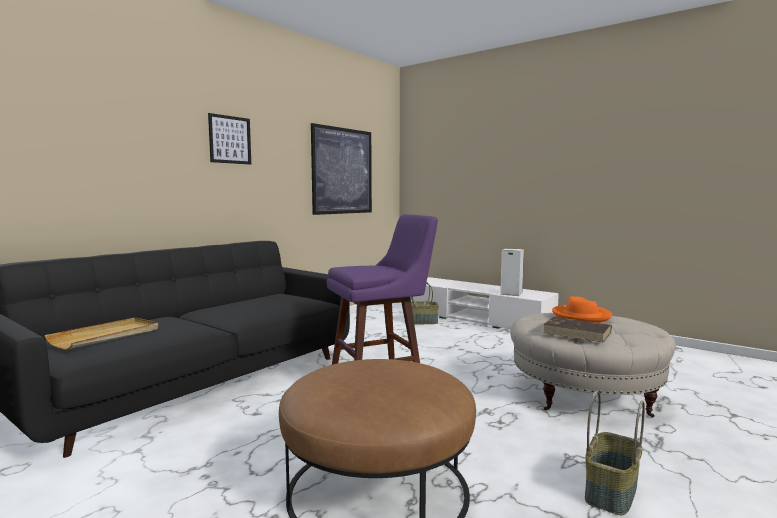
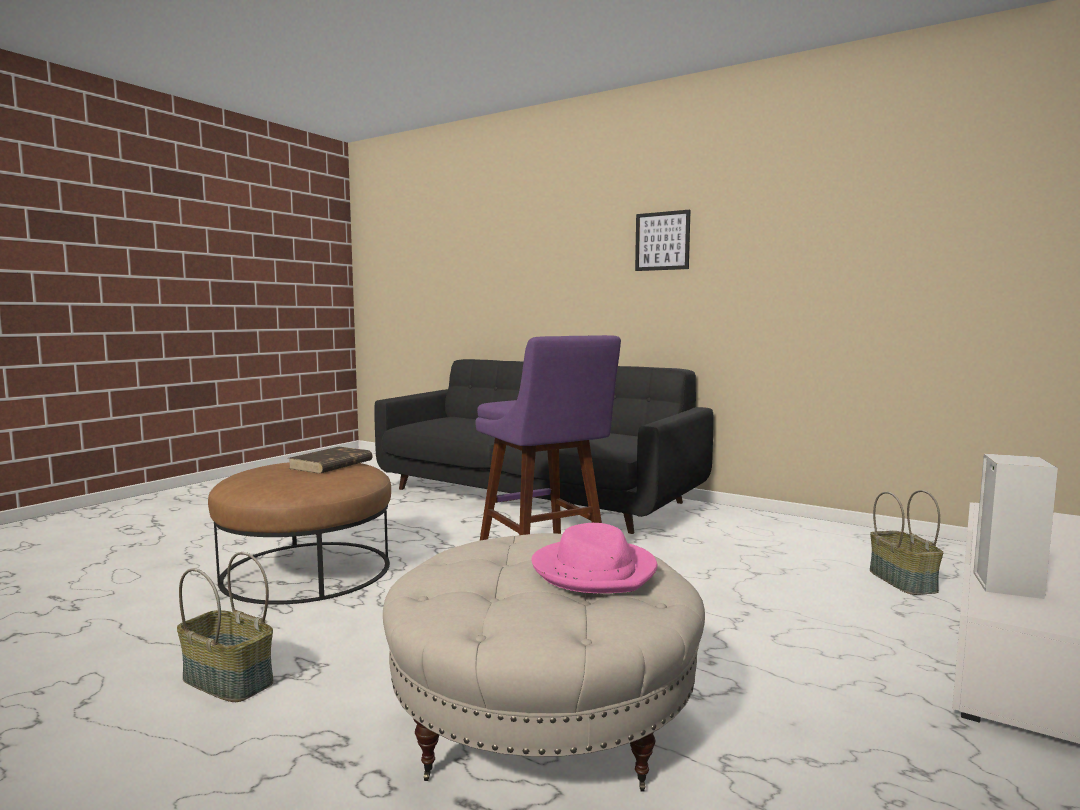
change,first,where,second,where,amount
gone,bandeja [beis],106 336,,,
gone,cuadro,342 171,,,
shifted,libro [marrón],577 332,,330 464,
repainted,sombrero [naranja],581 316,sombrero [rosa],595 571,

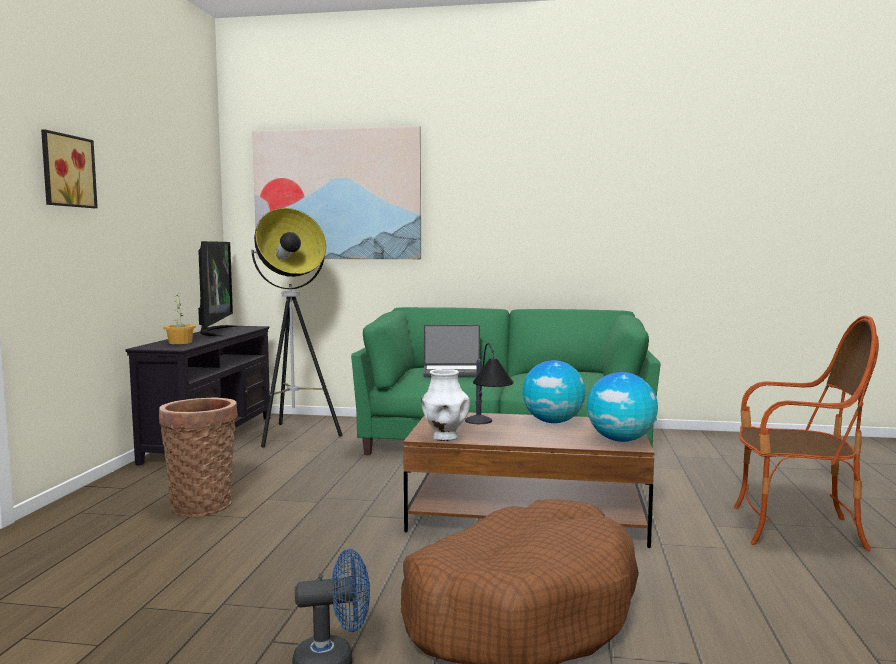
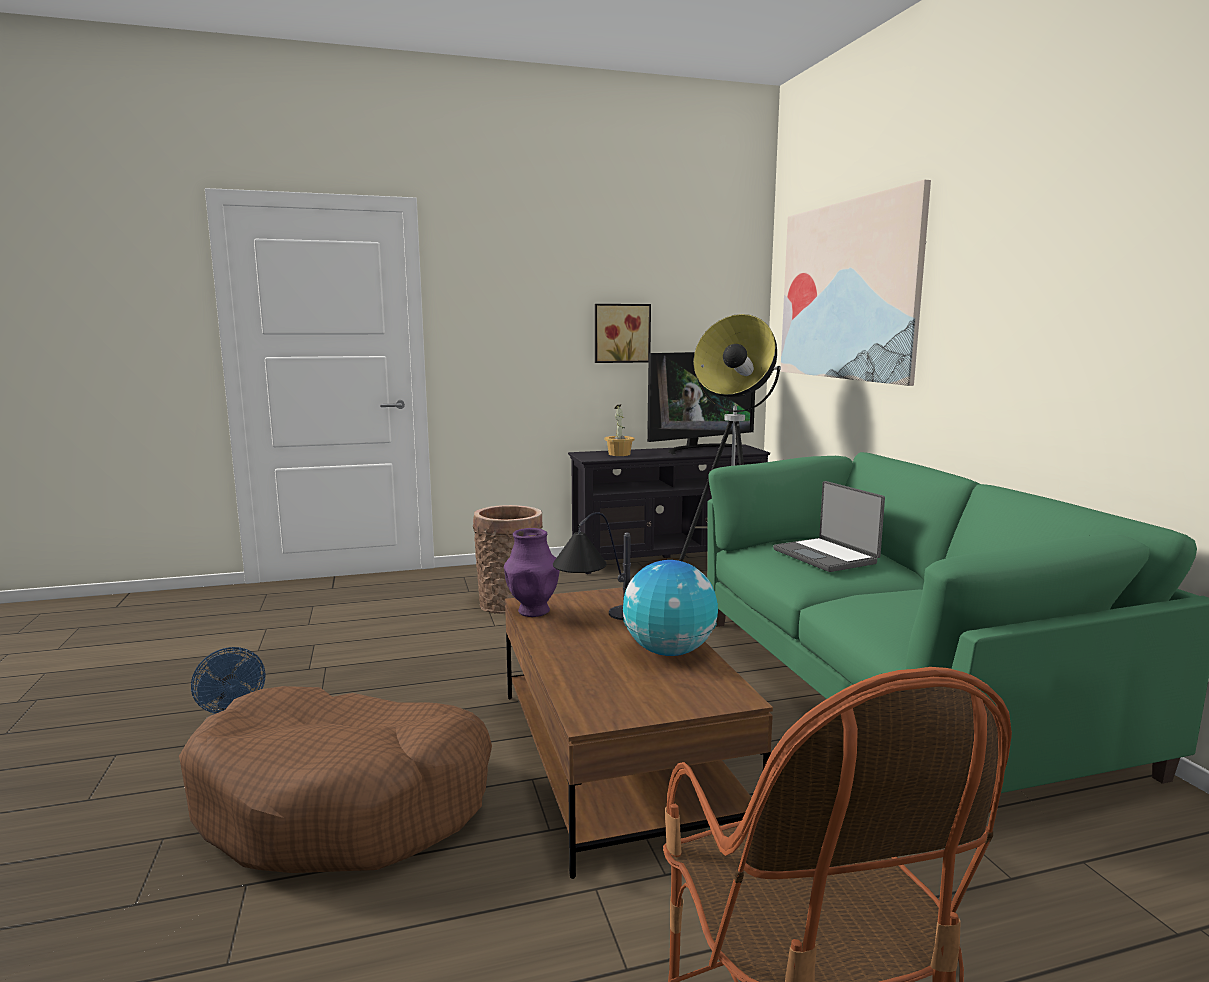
change,first,where,second,where,amount
gone,globo terráqueo,621 440,,,
shifted,cuadro,66 171,,621 333,
repainted,florero [blanco],445 437,florero [morado],532 611,

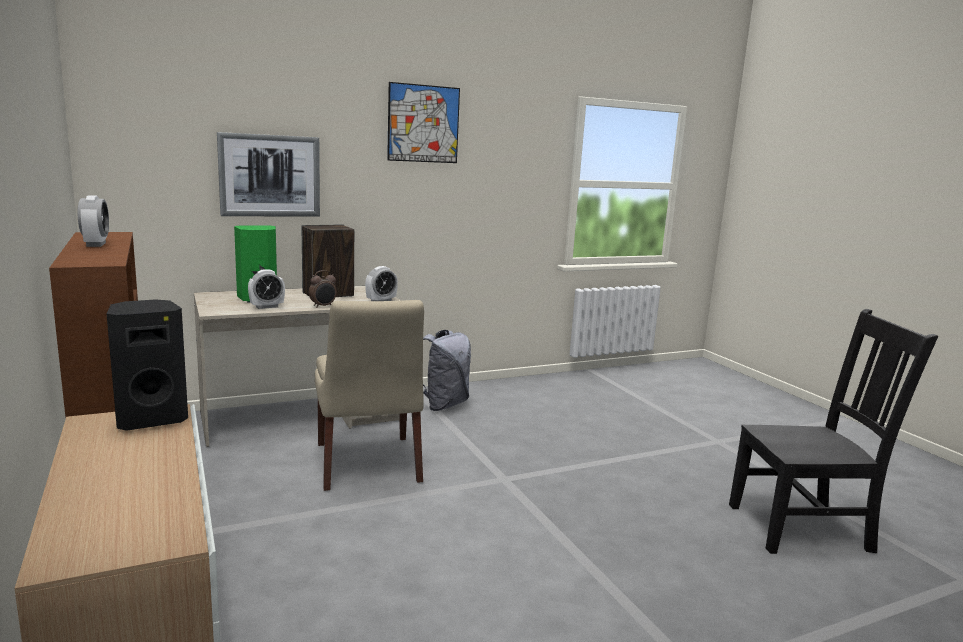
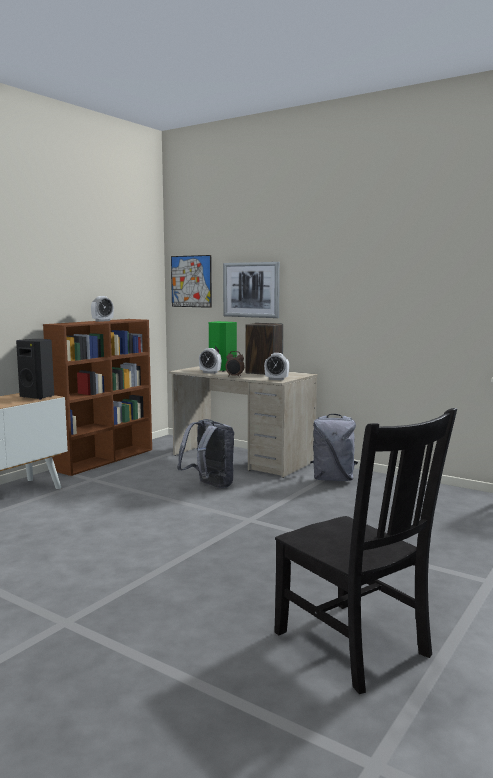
change,first,where,second,where,amount
shifted,cuadro,423 124,,191 281,
swapped,silla [beis],368 464,mochila [gris],209 486,

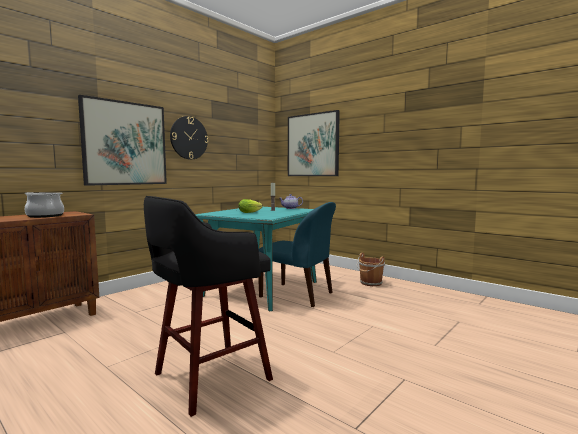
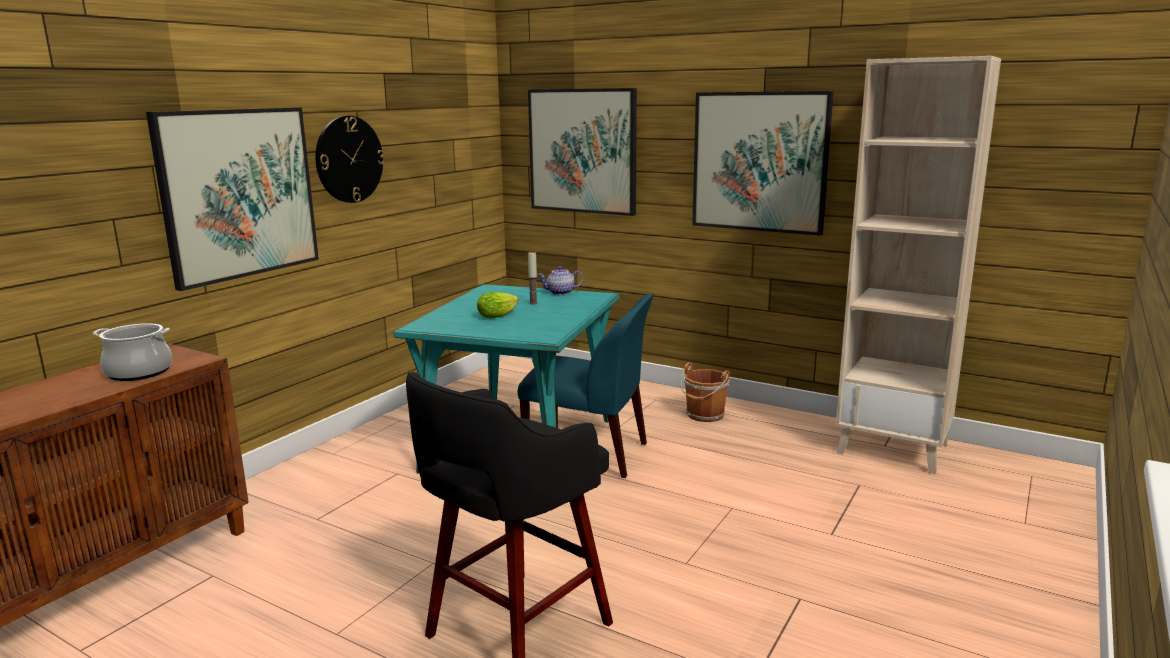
change,first,where,second,where,amount
new,,,cuadro,759 162,
new,,,estantería [beis],893 448,

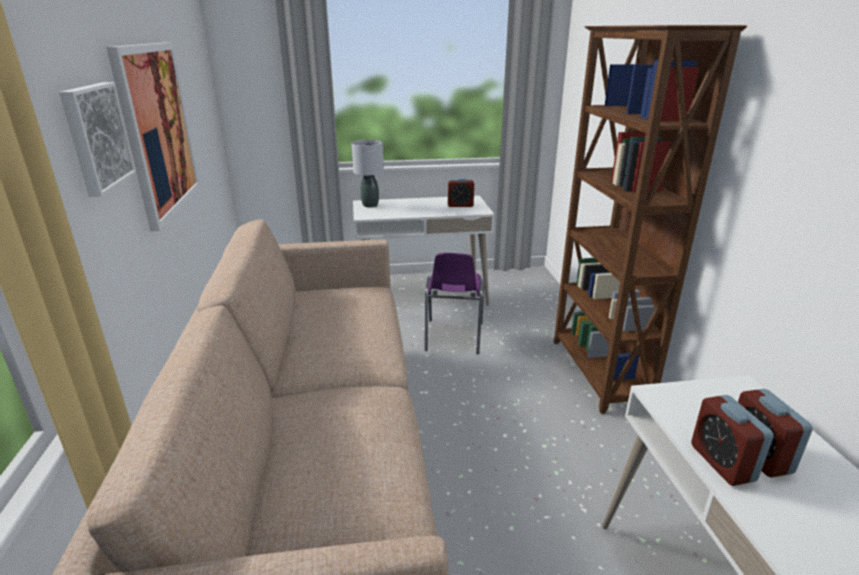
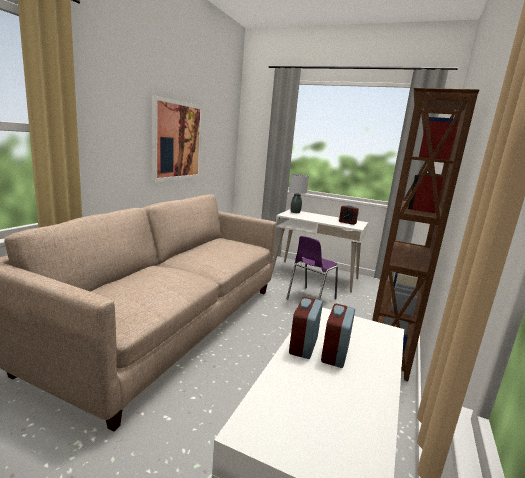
change,first,where,second,where,amount
gone,cuadro,95 137,,,

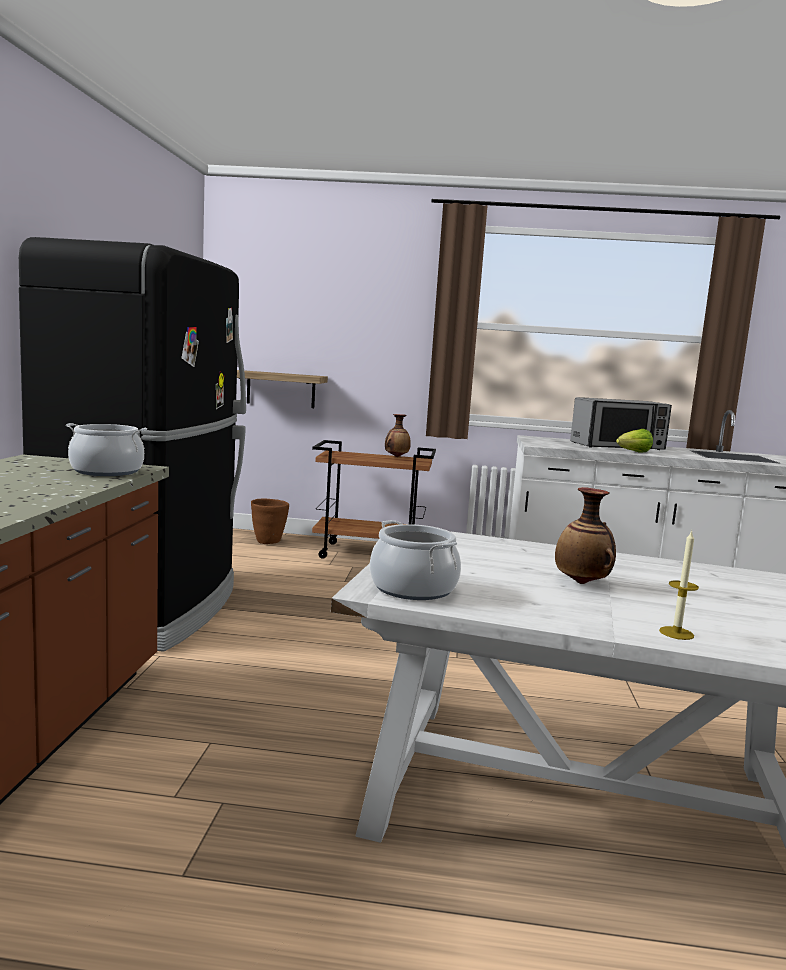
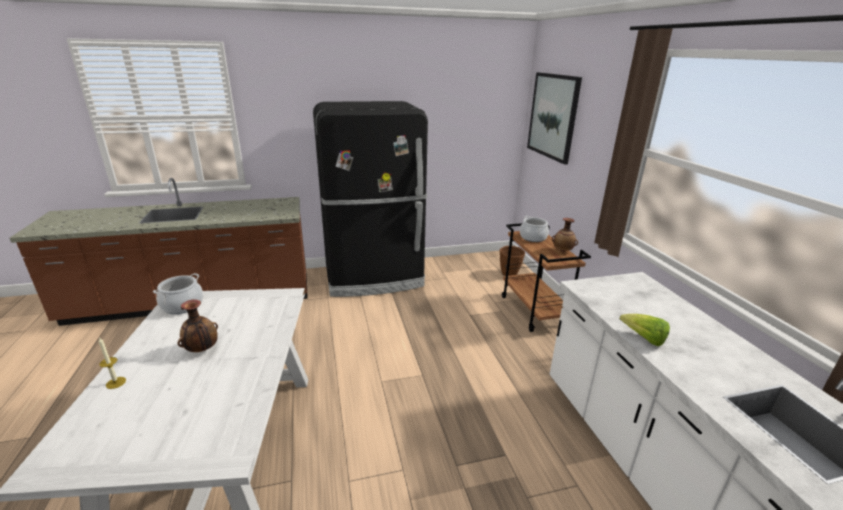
change,first,where,second,where,amount
gone,estante,281 389,,,
gone,microondas,618 446,,,
new,,,cuadro,553 116,
shifted,olla,107 471,,533 237,

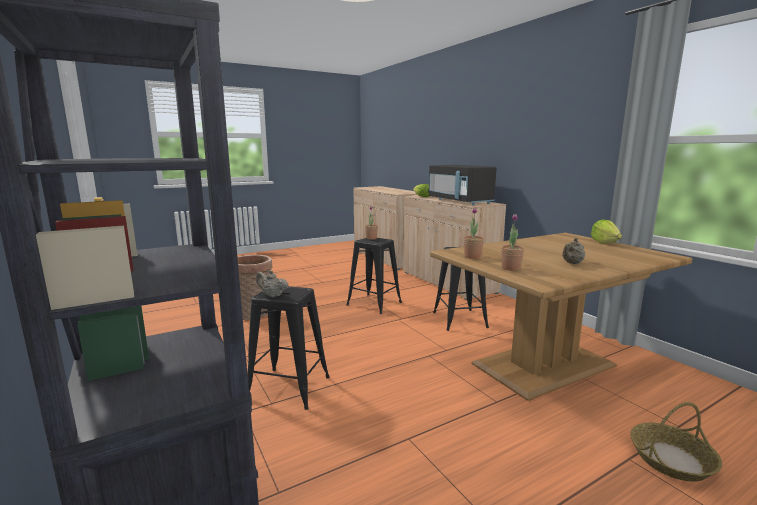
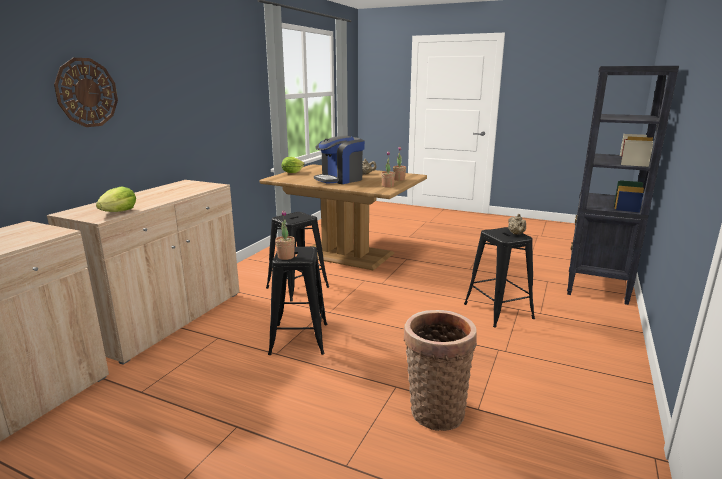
change,first,where,second,where,amount
gone,microondas [negro],460 201,,,
gone,cesta,671 459,,,
new,,,reloj de pared,86 92,
new,,,cafetera,340 179,

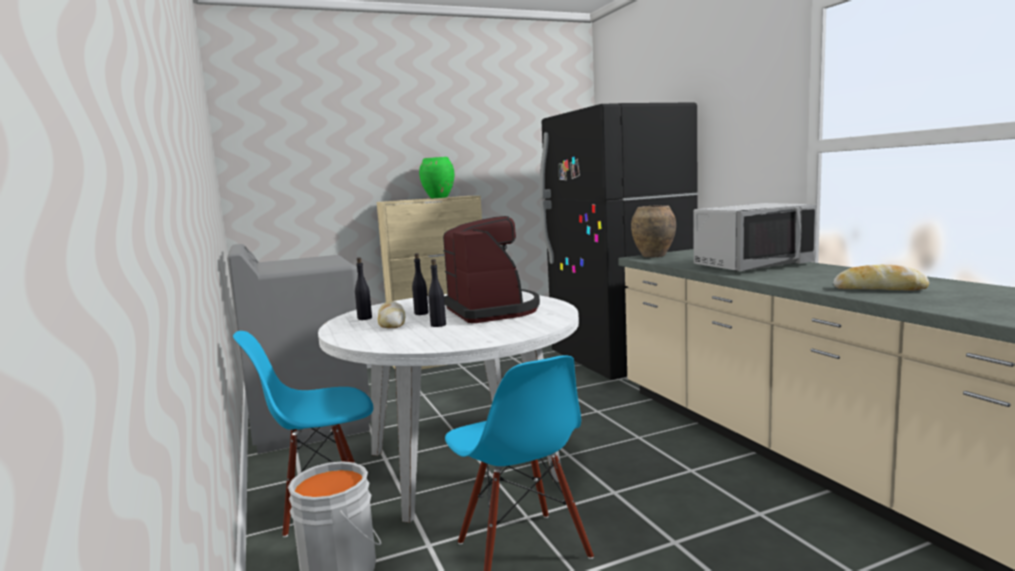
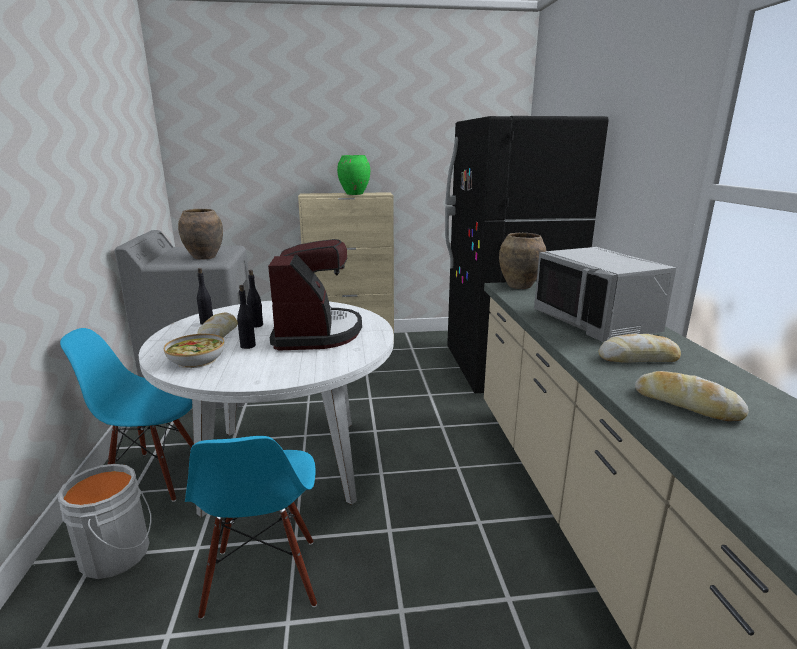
change,first,where,second,where,amount
new,,,cuenco,197 360,
new,,,florero [marrón],205 257,
new,,,pan,638 358,
rotated,microondas [gris],751 265,,596 322,75 degrees clockwise

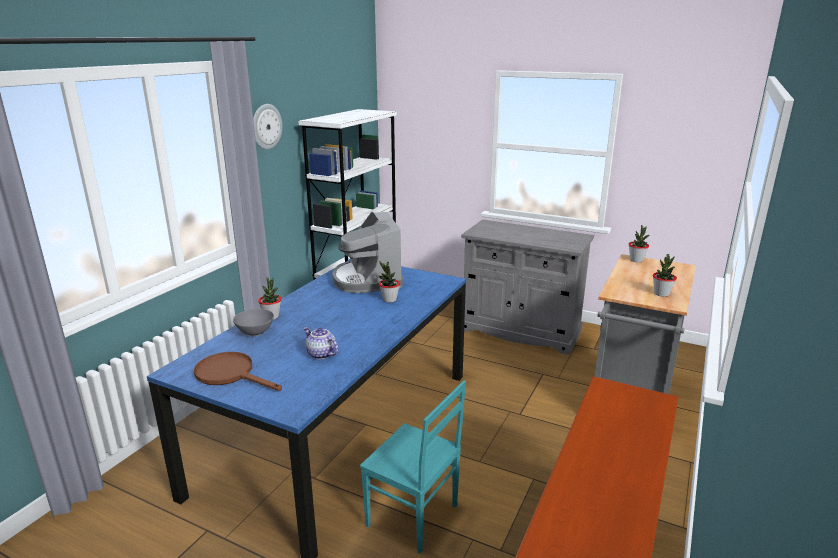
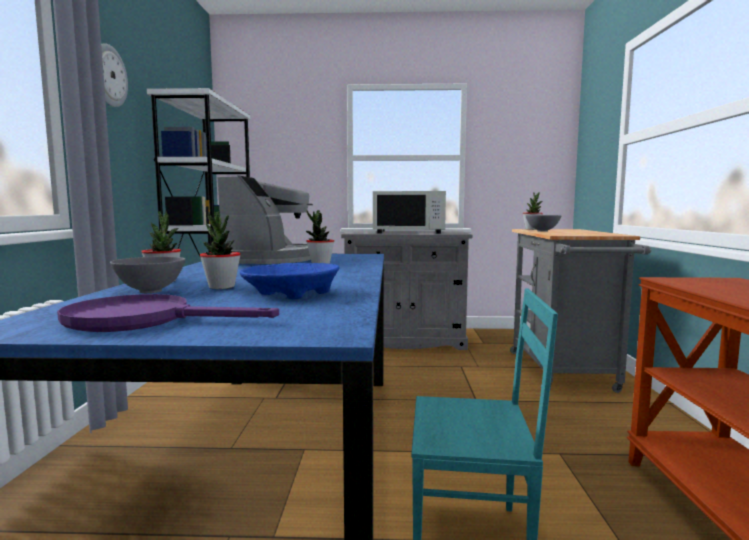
change,first,where,second,where,amount
new,,,microondas [blanco],409 232,
new,,,cuenco [gris],542 231,
shifted,planta en maceta,661 294,,221 287,
swapped,tetera,320 354,cuenco [azul],290 293,
repainted,sartén [marrón],231 374,sartén [morado],145 320,
rotated,cafetera,368 279,,271 259,135 degrees counterclockwise

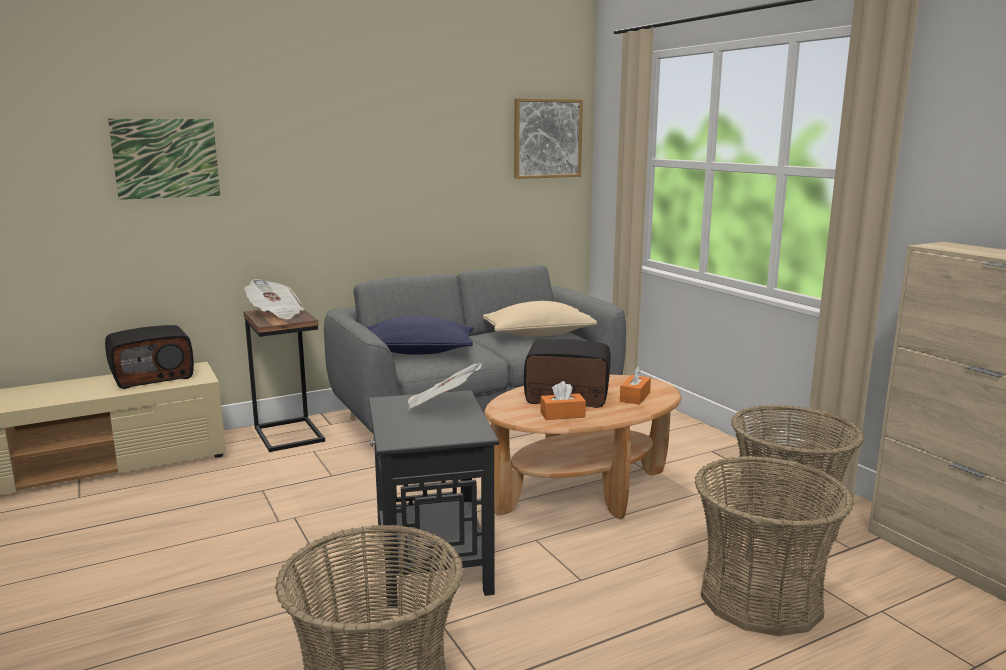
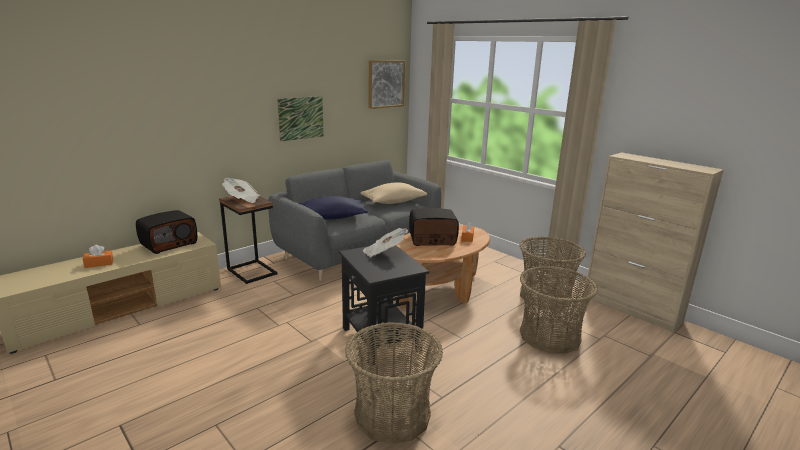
change,first,where,second,where,amount
shifted,cuadro,166 158,,301 118,
shifted,caja de pañuelos [naranja],562 415,,99 263,

